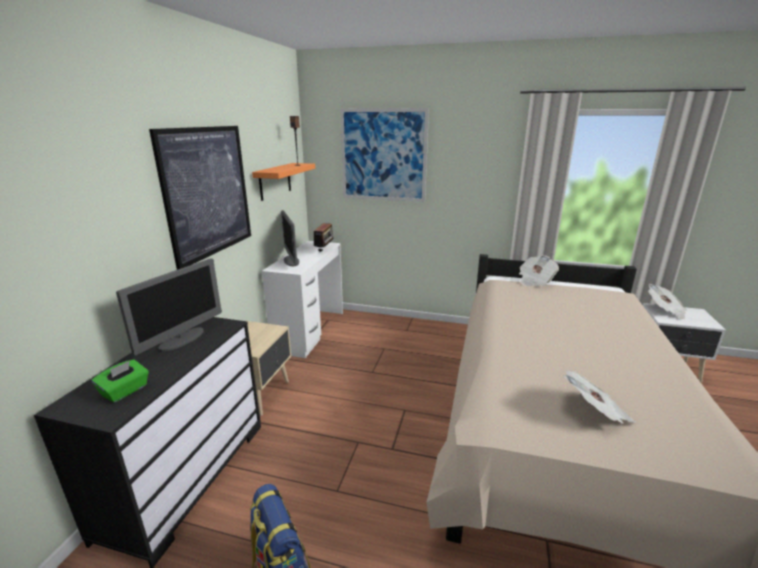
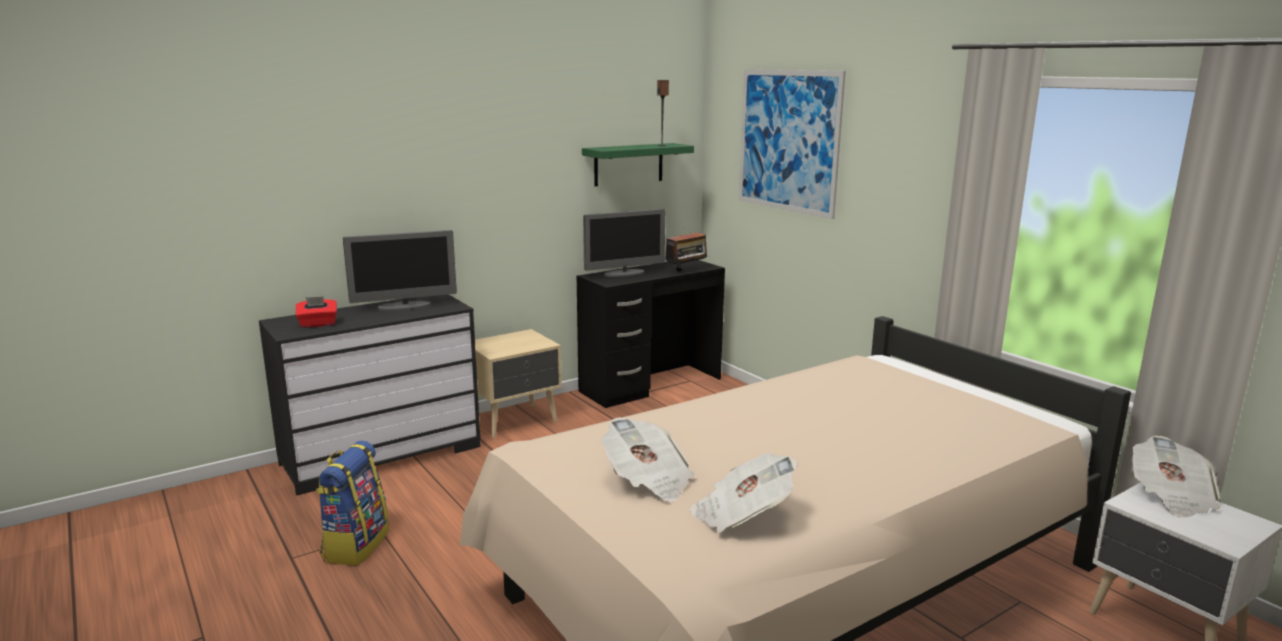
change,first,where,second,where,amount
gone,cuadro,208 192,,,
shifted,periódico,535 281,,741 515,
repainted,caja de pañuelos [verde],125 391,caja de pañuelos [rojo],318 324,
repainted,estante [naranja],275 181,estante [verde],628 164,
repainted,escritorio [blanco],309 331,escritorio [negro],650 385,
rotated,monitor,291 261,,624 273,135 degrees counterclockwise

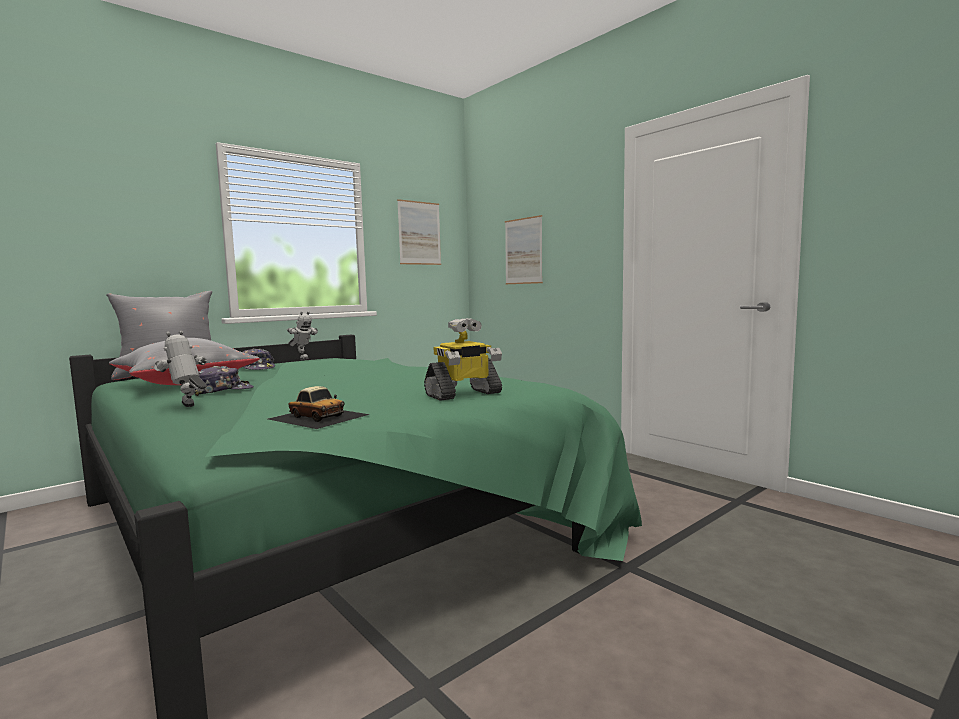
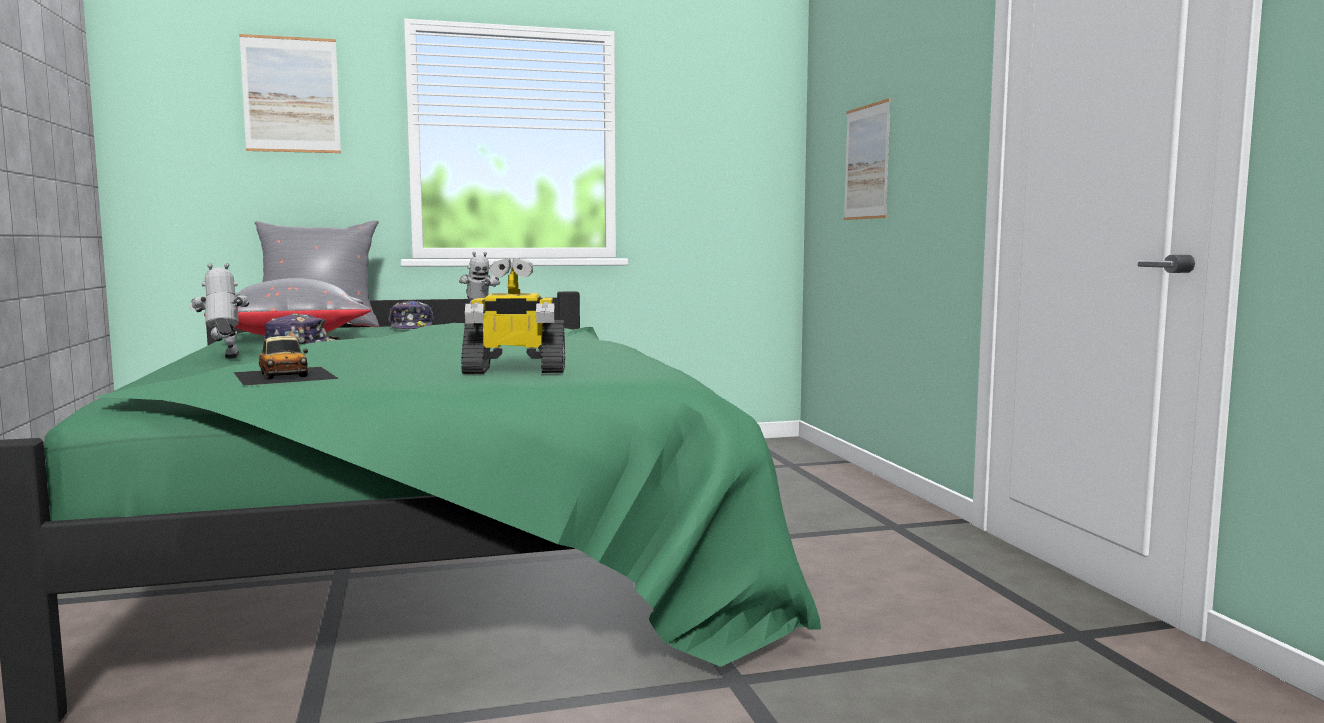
change,first,where,second,where,amount
shifted,cuadro,419 233,,291 95,

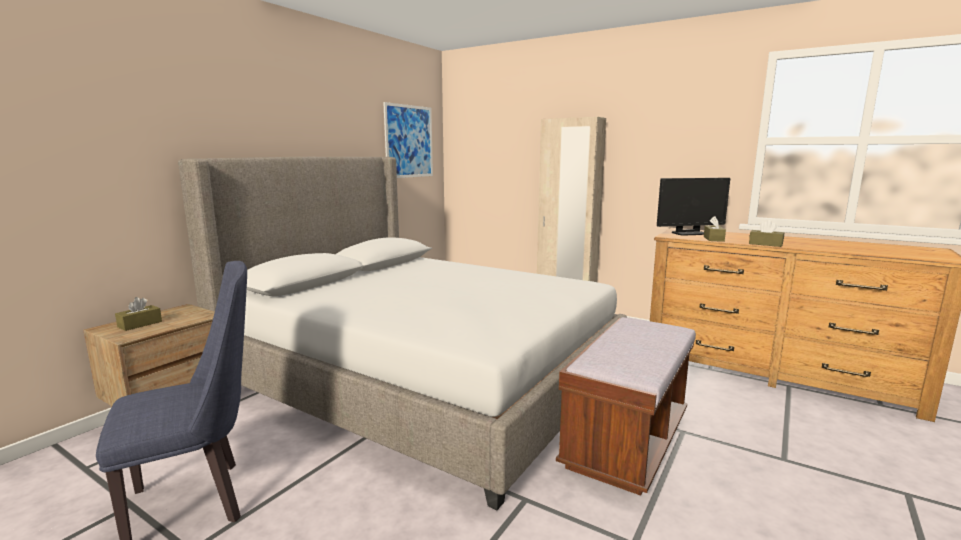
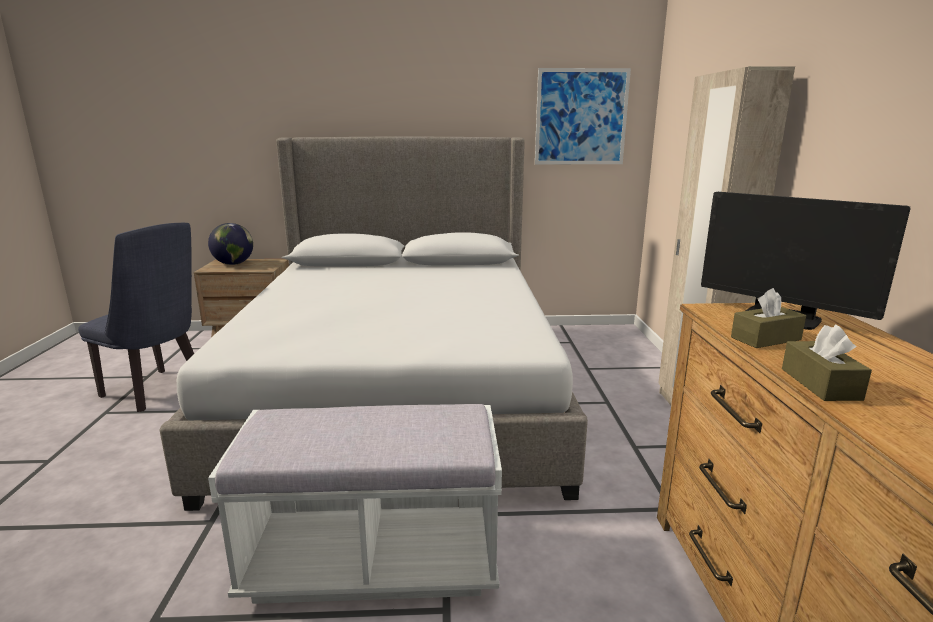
change,first,where,second,where,amount
swapped,caja de pañuelos [marrón],140 324,globo terráqueo,234 264,
repainted,banco [marrón],626 441,banco [blanco],373 560,

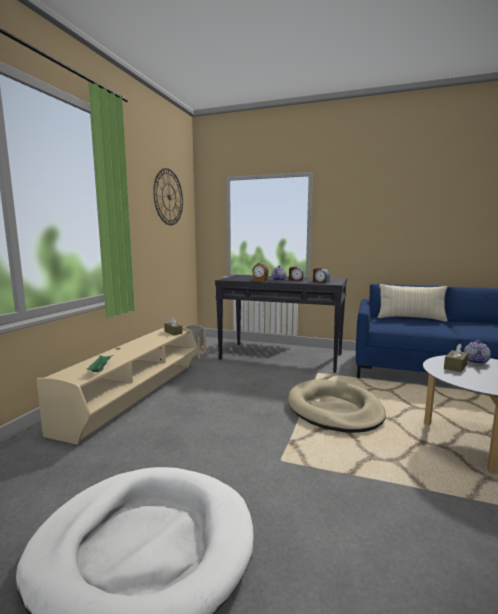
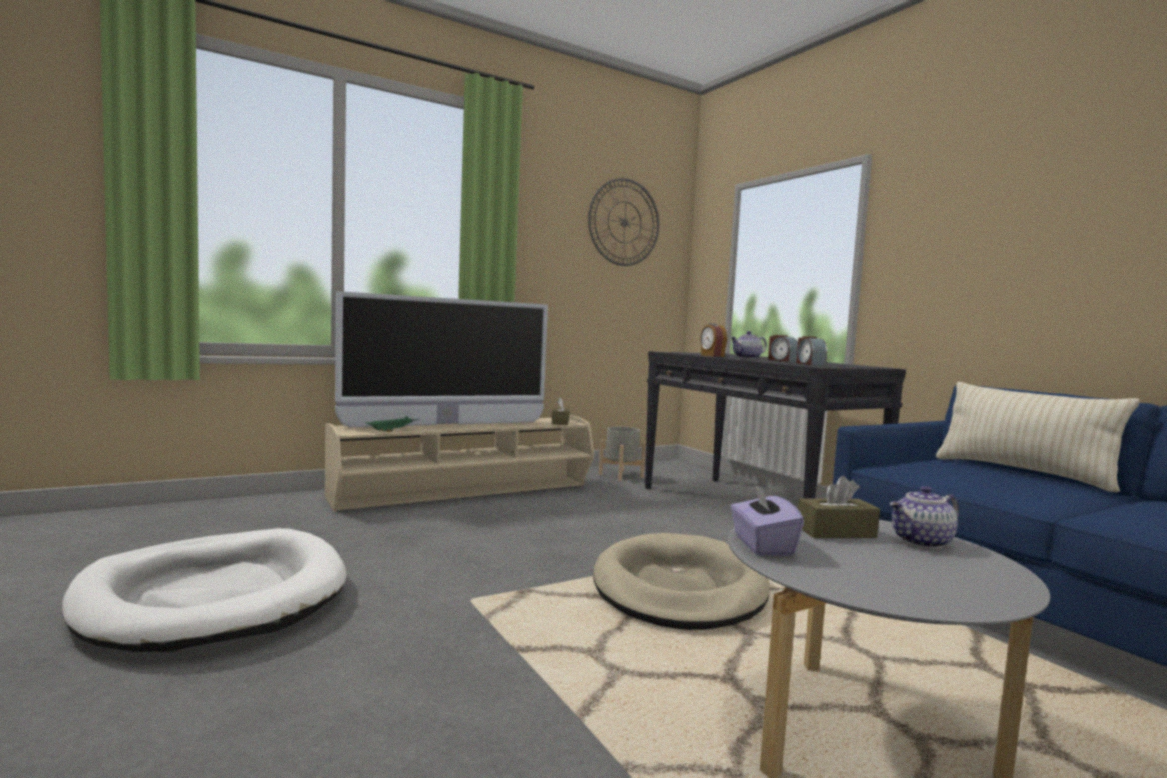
change,first,where,second,where,amount
new,,,televisor,446 424,
new,,,caja de pañuelos [morado],762 545,

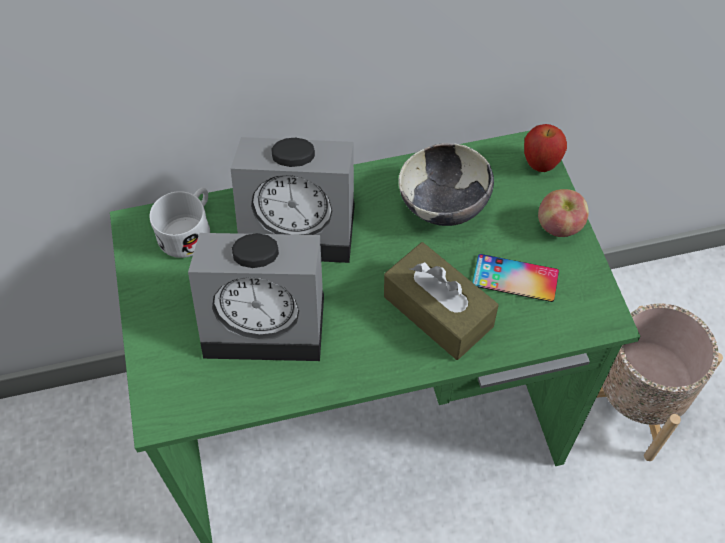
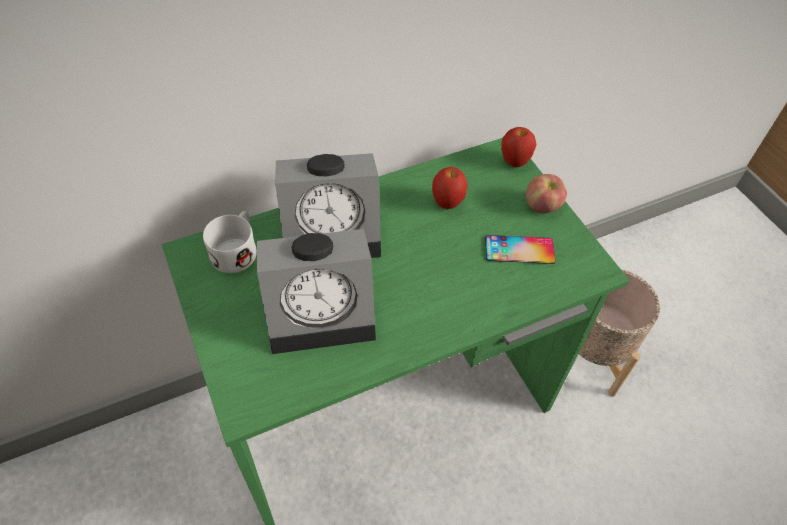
change,first,where,second,where,amount
gone,caja de pañuelos [marrón],438 311,,,
swapped,cuenco,444 207,manzana,447 203,

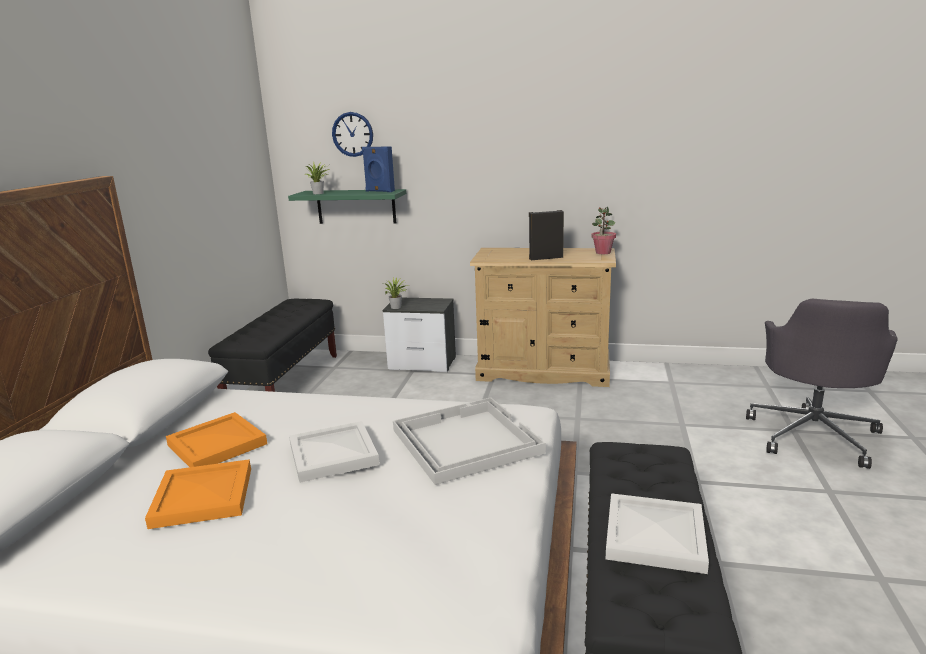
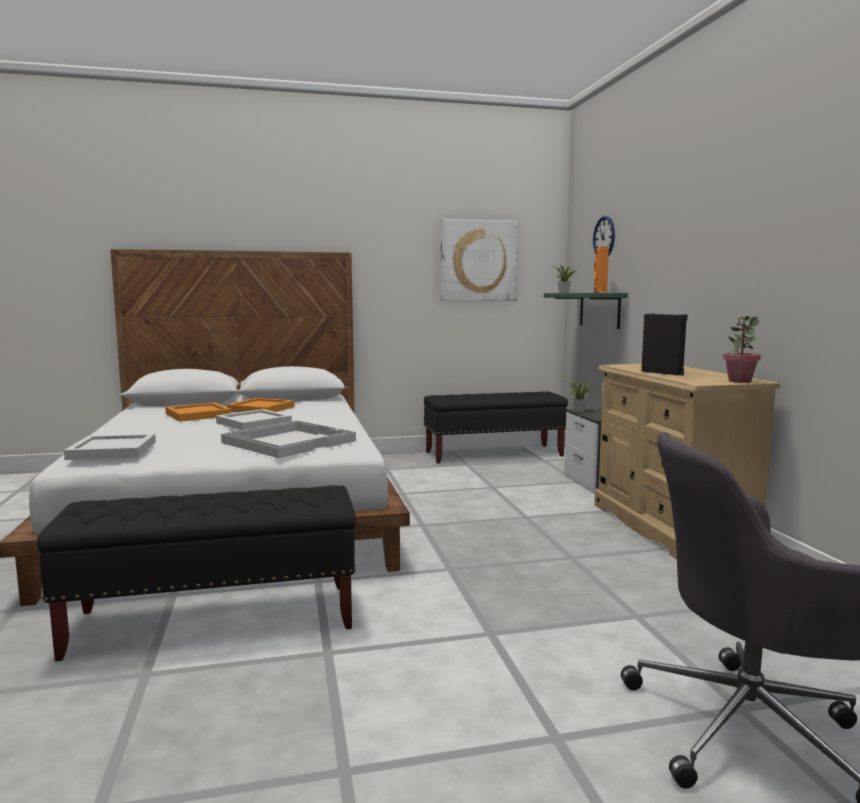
change,first,where,second,where,amount
new,,,cuadro,478 261,
shifted,bandeja [blanco],656 537,,111 451,
repainted,altavoz [azul],379 191,altavoz [naranja],599 292,

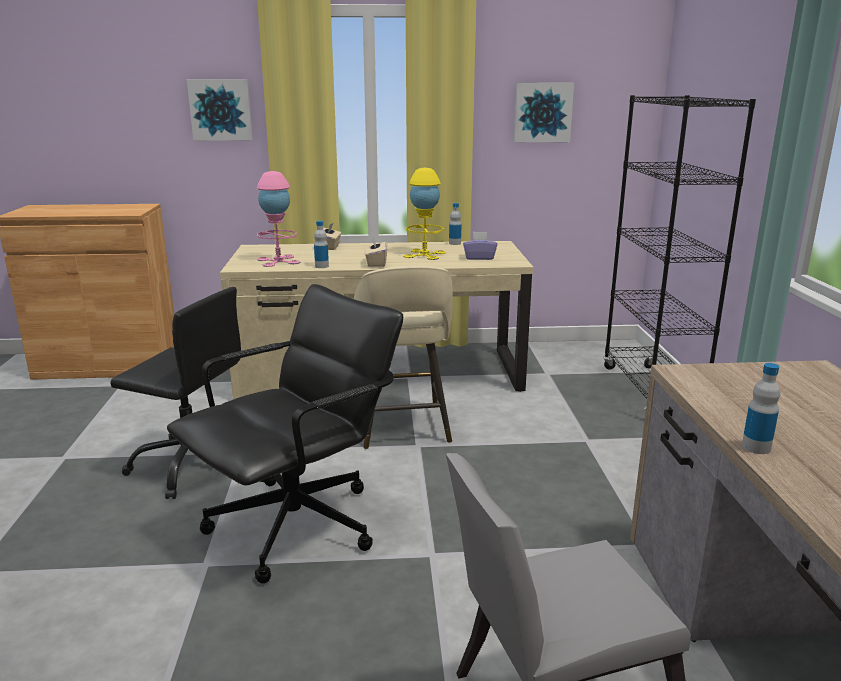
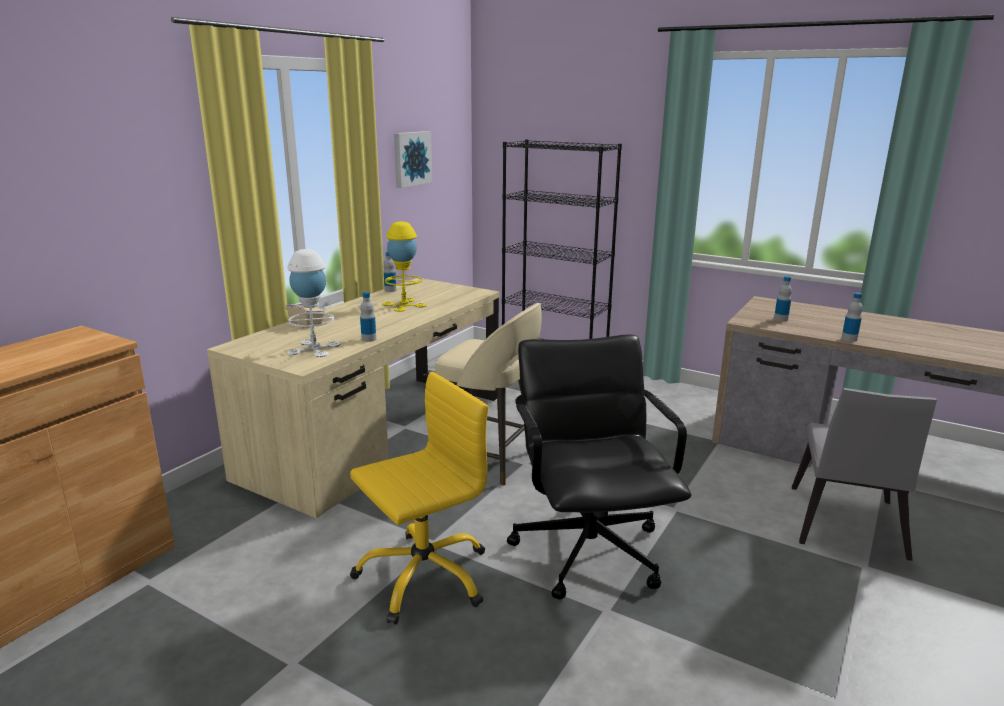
change,first,where,second,where,amount
gone,cuadro,221 110,,,
gone,caja de pañuelos [beis],376 263,,,
gone,caja de pañuelos [morado],479 258,,,
new,,,botella,780 319,
repainted,silla de oficina [negro],193 464,silla de oficina [amarillo],423 576,
repainted,lámpara de mesa [rosa],278 261,lámpara de mesa [blanco],314 348,

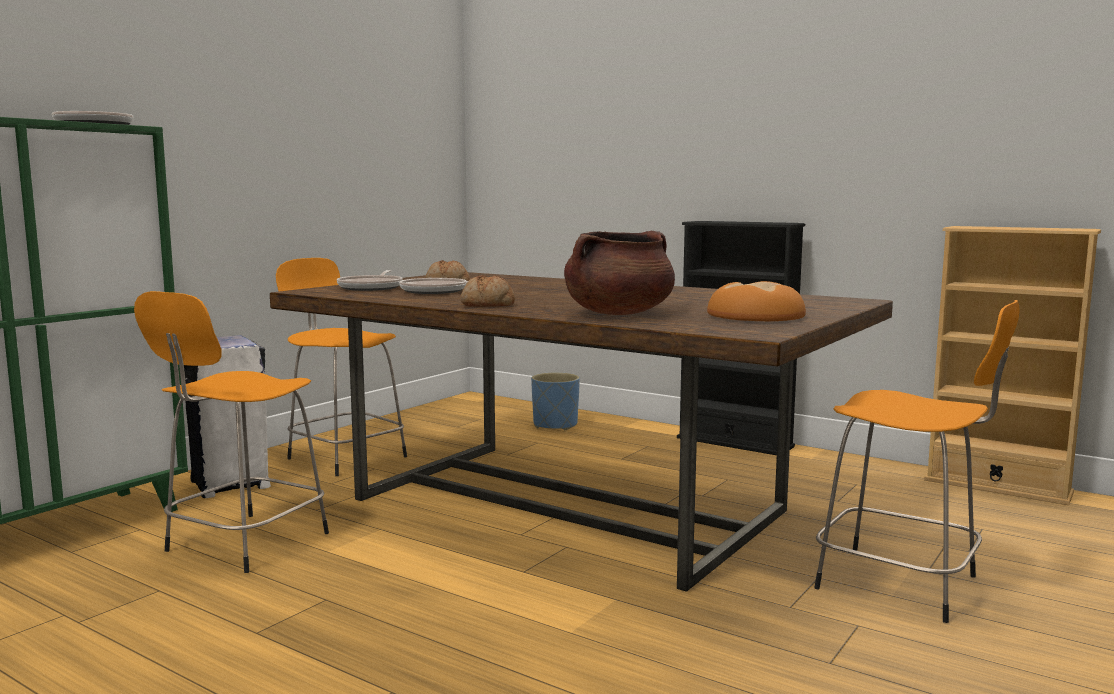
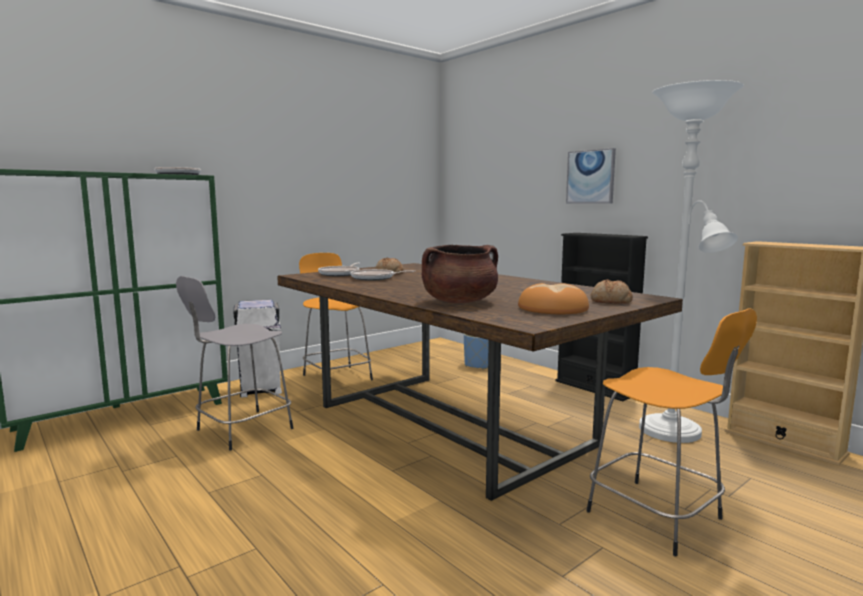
change,first,where,second,where,amount
new,,,cuadro,590 177,
new,,,lámpara de pie [blanco],673 434,
shifted,pan,487 305,,610 301,
repainted,taburete [naranja],243 544,taburete [gris],241 430,

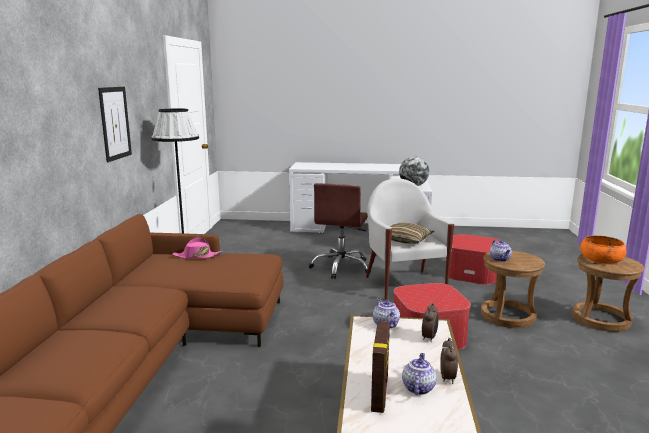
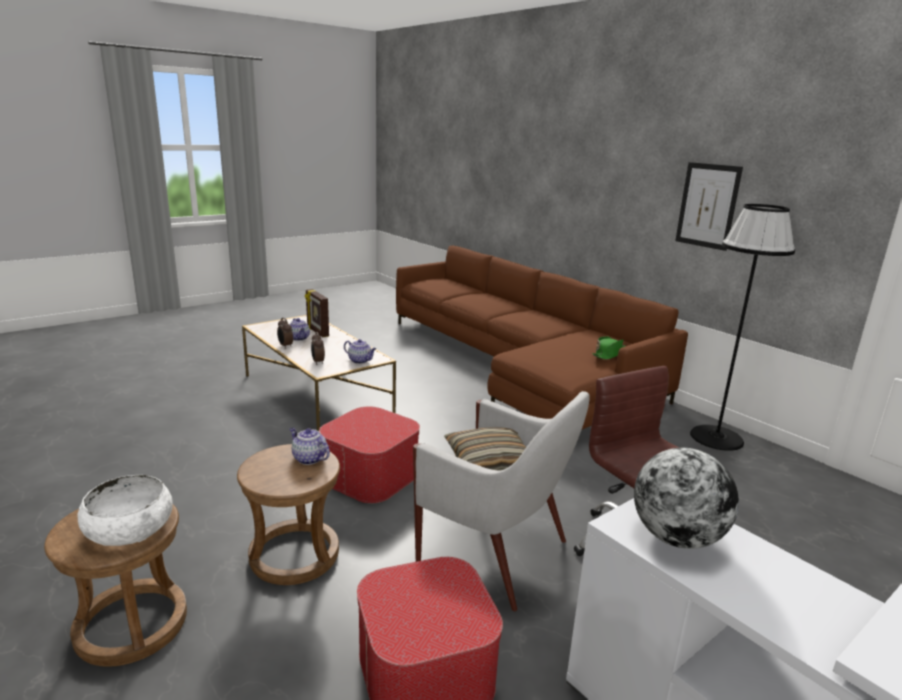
change,first,where,second,where,amount
repainted,sombrero [rosa],197 256,sombrero [verde],608 354,
repainted,cuenco [naranja],601 259,cuenco [blanco],130 528,

